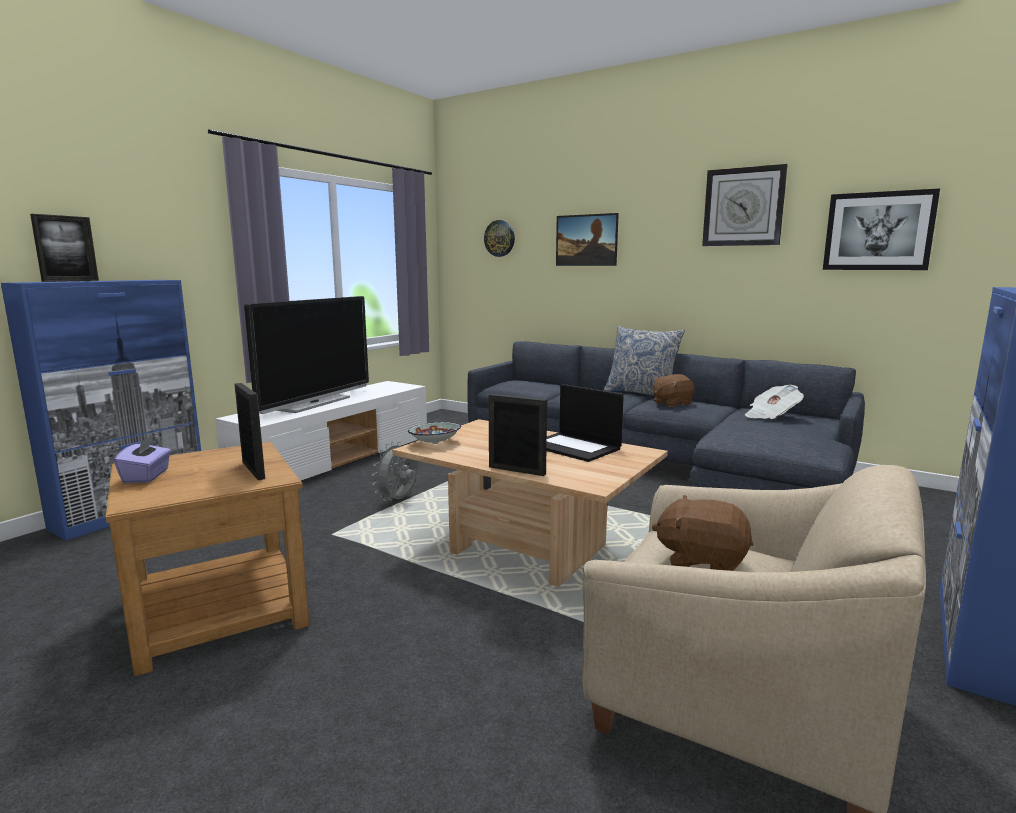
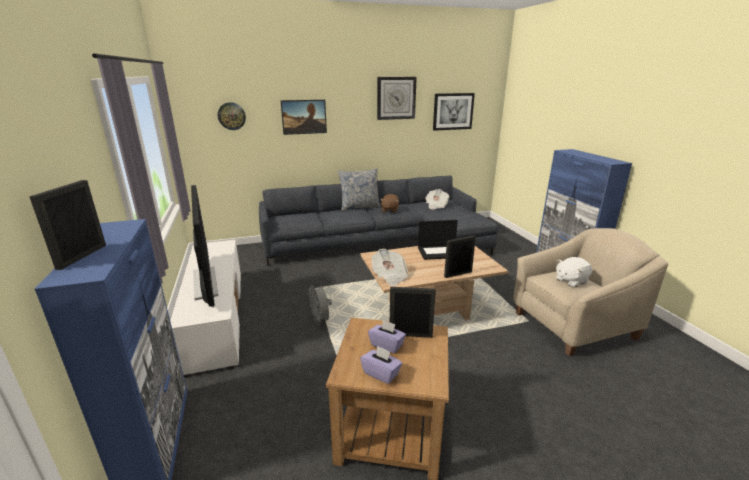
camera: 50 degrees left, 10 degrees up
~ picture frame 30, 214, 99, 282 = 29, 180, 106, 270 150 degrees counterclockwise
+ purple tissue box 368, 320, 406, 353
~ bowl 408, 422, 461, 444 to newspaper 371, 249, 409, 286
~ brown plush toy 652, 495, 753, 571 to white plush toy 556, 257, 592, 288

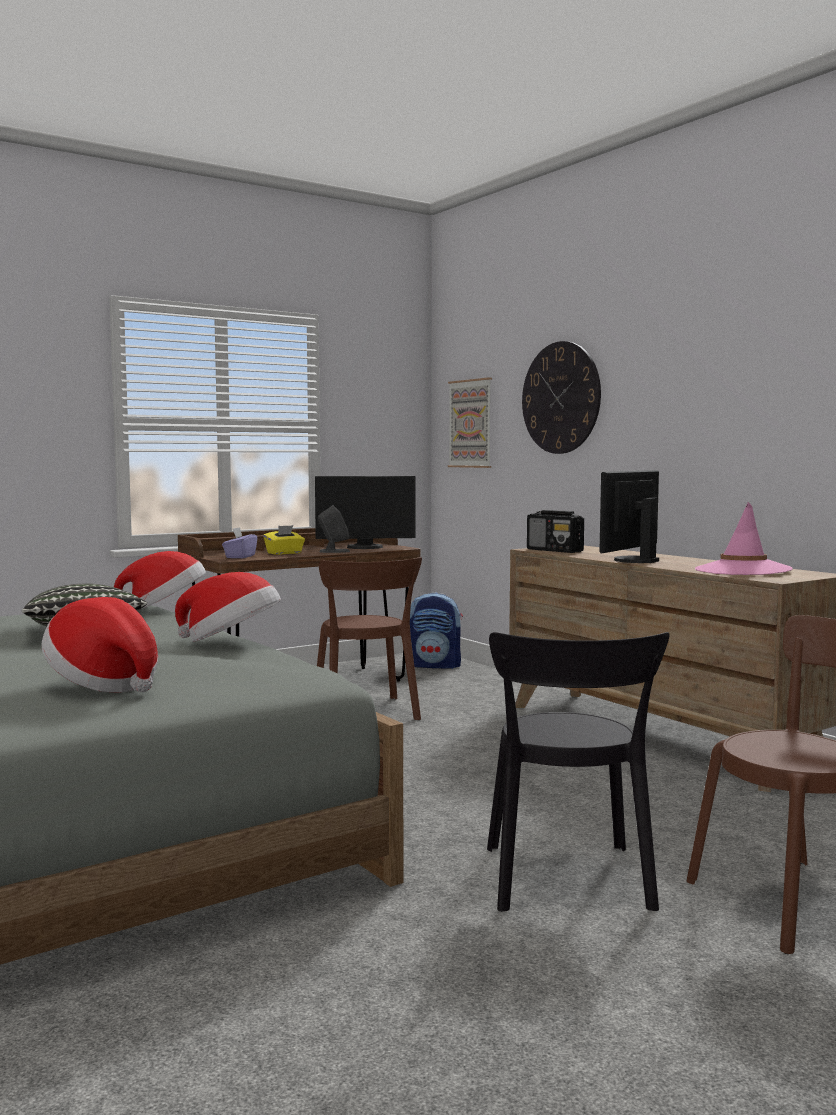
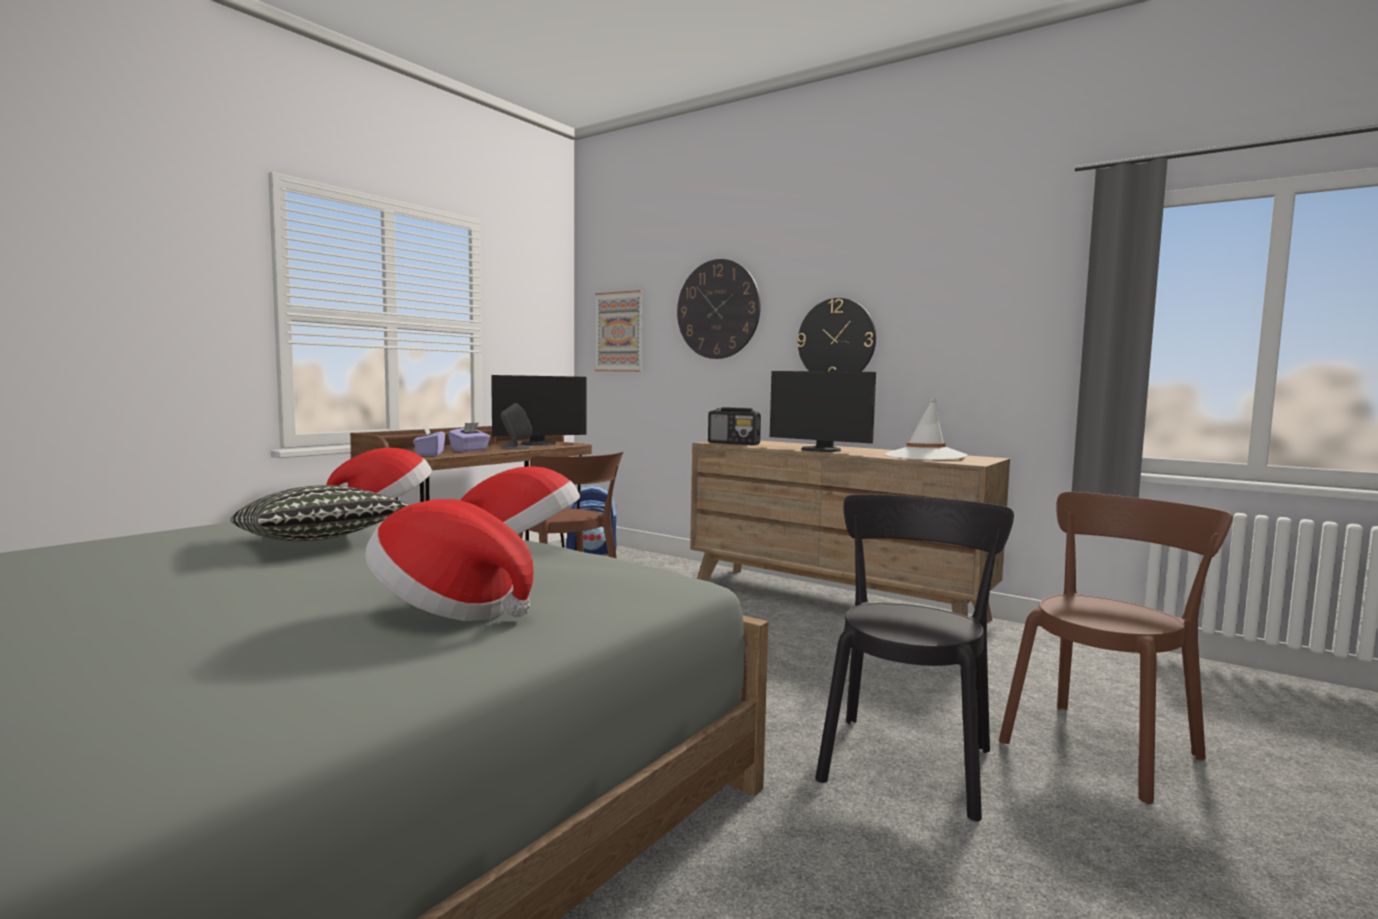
camera: 20 degrees left, 0 degrees up
~ yellow tissue box 263, 525, 305, 555 to purple tissue box 448, 422, 491, 452
~ monitor 599, 470, 659, 563 = 770, 371, 876, 452 75 degrees counterclockwise
+ wall clock 797, 298, 876, 372
~ black chair 487, 632, 669, 912 = 815, 494, 1014, 822 135 degrees counterclockwise
~ pink hat 695, 502, 793, 575 to white hat 885, 398, 967, 460

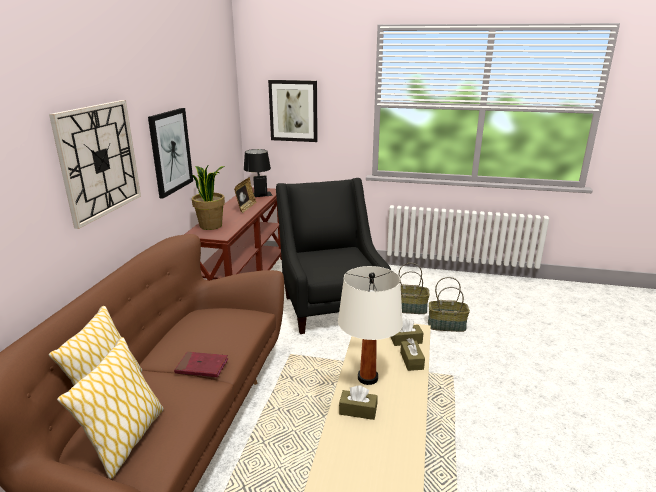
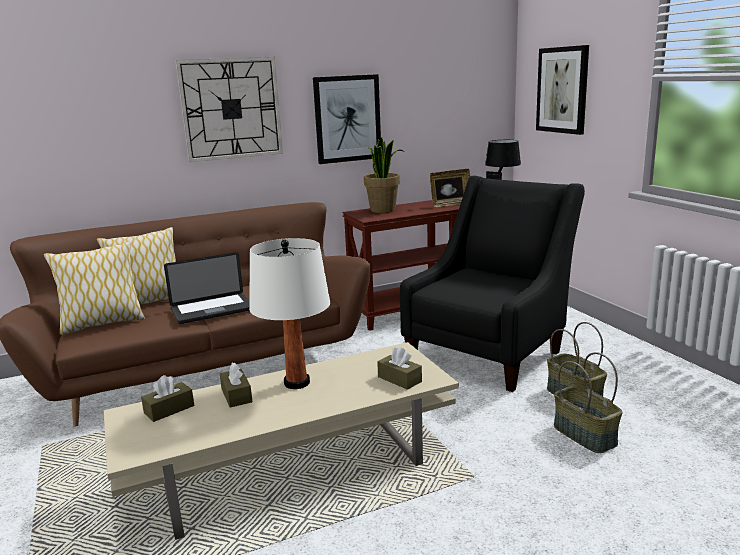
camera: 55 degrees right, 5 degrees down
~ brown tissue box 400, 338, 425, 371 to 141, 375, 194, 422
~ red book 174, 352, 229, 377 to laptop 164, 252, 250, 324

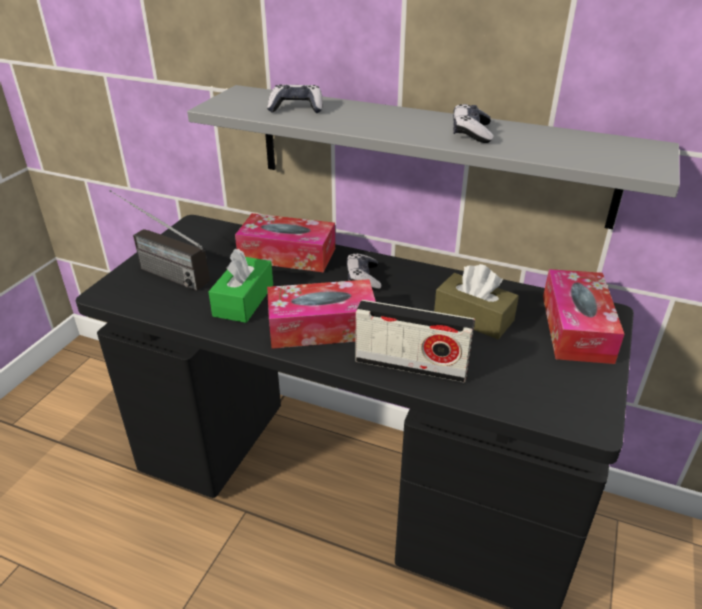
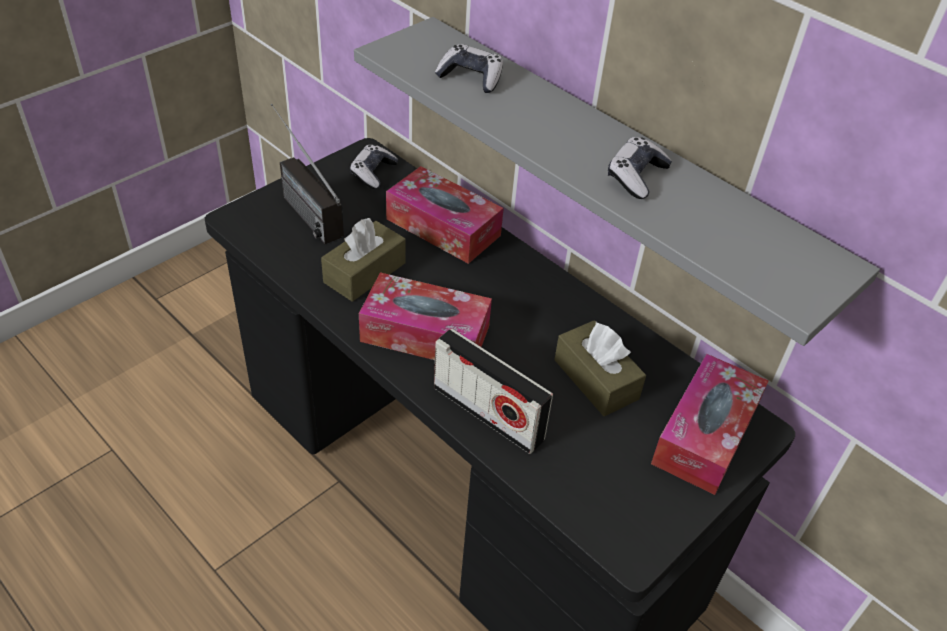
camera: 20 degrees right, 10 degrees up
~ green tissue box 208, 248, 273, 323 to brown tissue box 321, 218, 405, 302
~ game controller 347, 253, 381, 291 to 350, 144, 398, 189

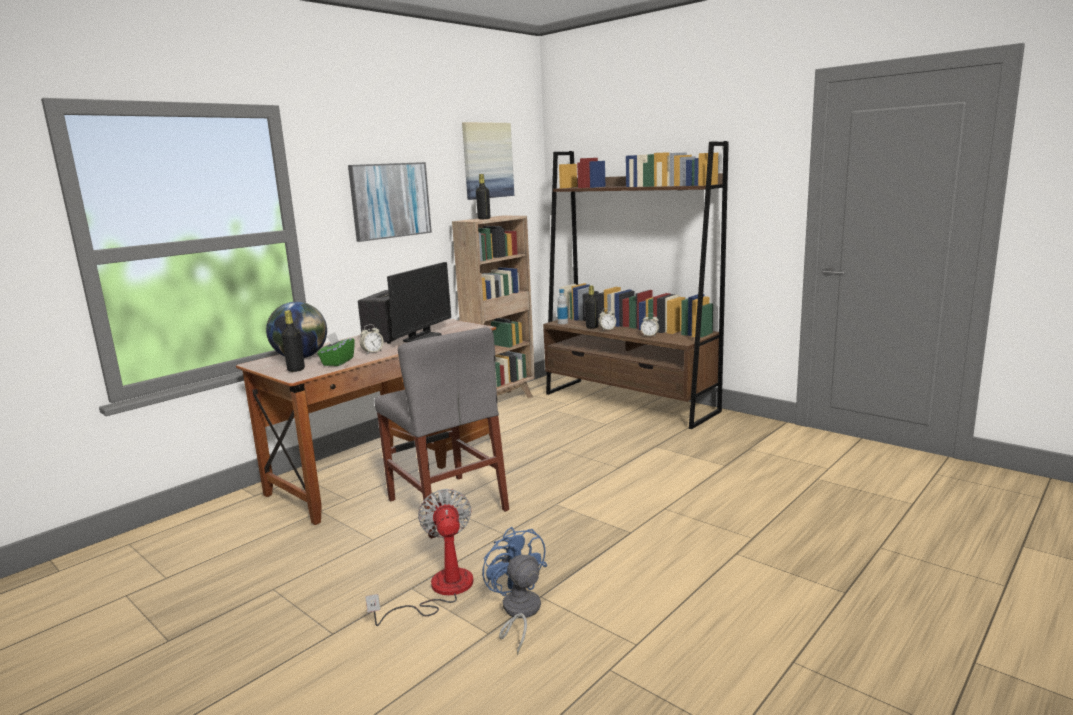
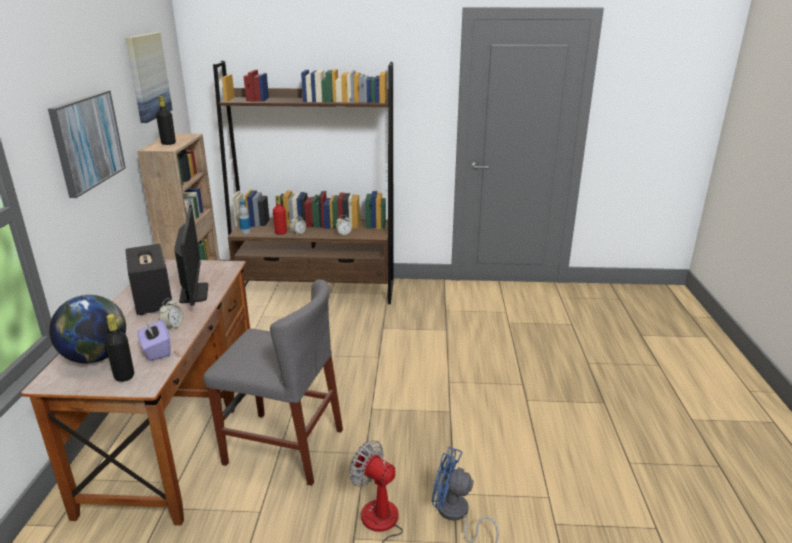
camera: 40 degrees left, 10 degrees up
~ green tissue box 317, 332, 355, 366 to purple tissue box 137, 320, 171, 361
~ black bottle 585, 285, 598, 329 to red bottle 273, 195, 287, 235

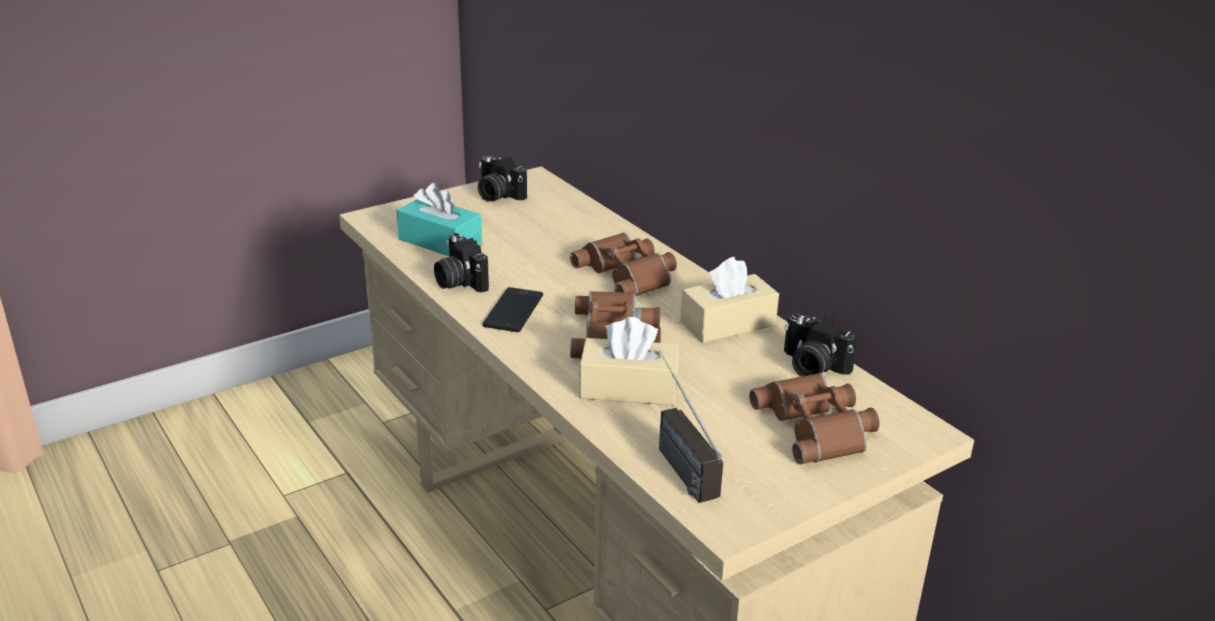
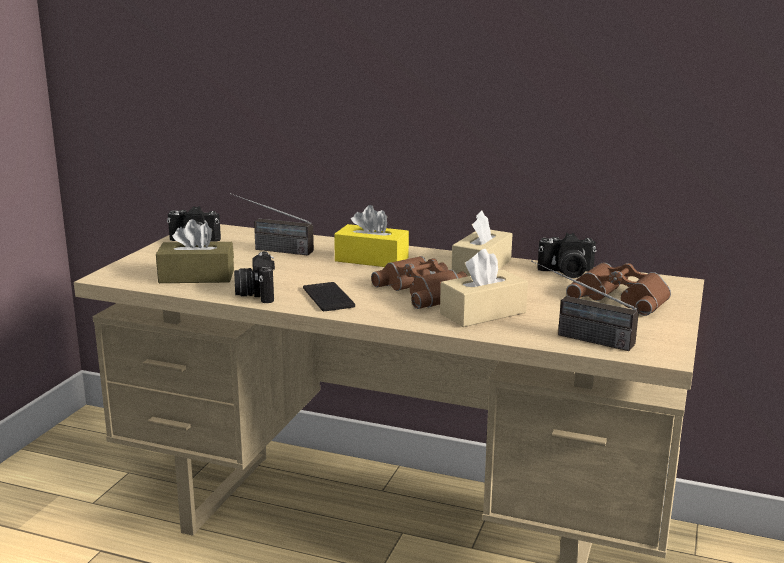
camera: 35 degrees left, 10 degrees down
~ turquoise tissue box 397, 183, 482, 257 to brown tissue box 156, 219, 234, 283
+ radio 230, 193, 314, 255
~ photo camera 434, 233, 489, 292 = 234, 251, 275, 303 60 degrees clockwise
~ brown binoculars 570, 232, 677, 296 to yellow tissue box 334, 205, 409, 267

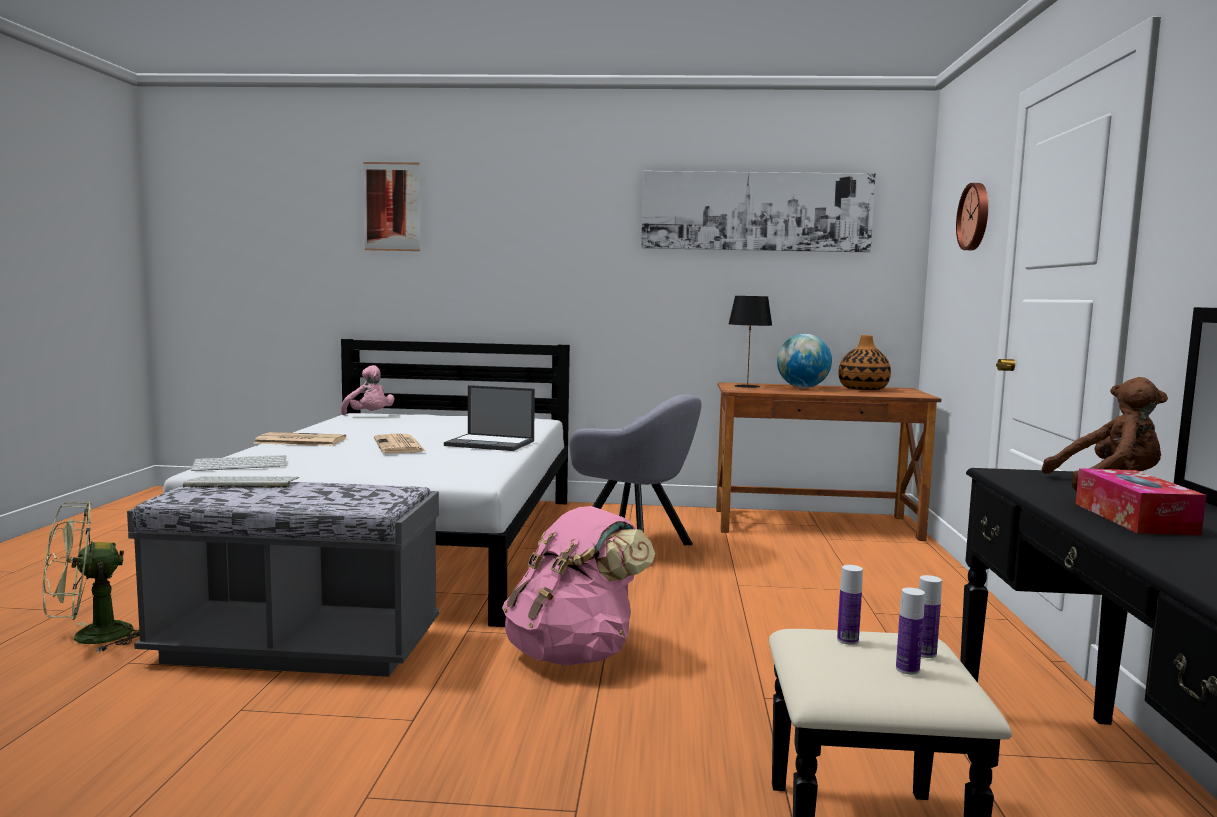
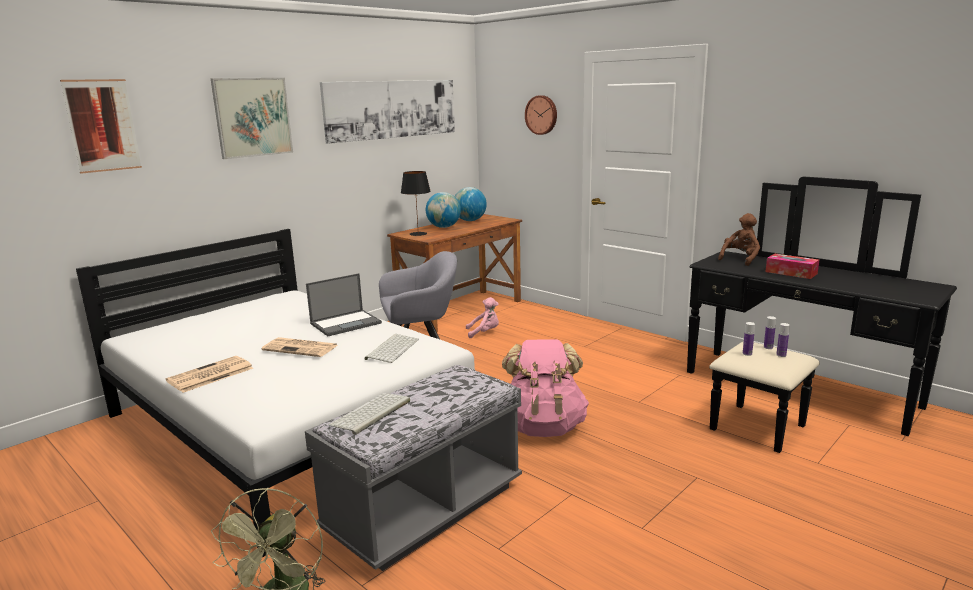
camera: 50 degrees left, 10 degrees up
+ picture 211, 78, 293, 159
~ keyboard 191, 455, 286, 471 to 365, 334, 419, 363
~ vase 839, 335, 891, 390 to globe 455, 187, 487, 221
~ pink plush toy 341, 365, 394, 415 to 466, 297, 499, 338

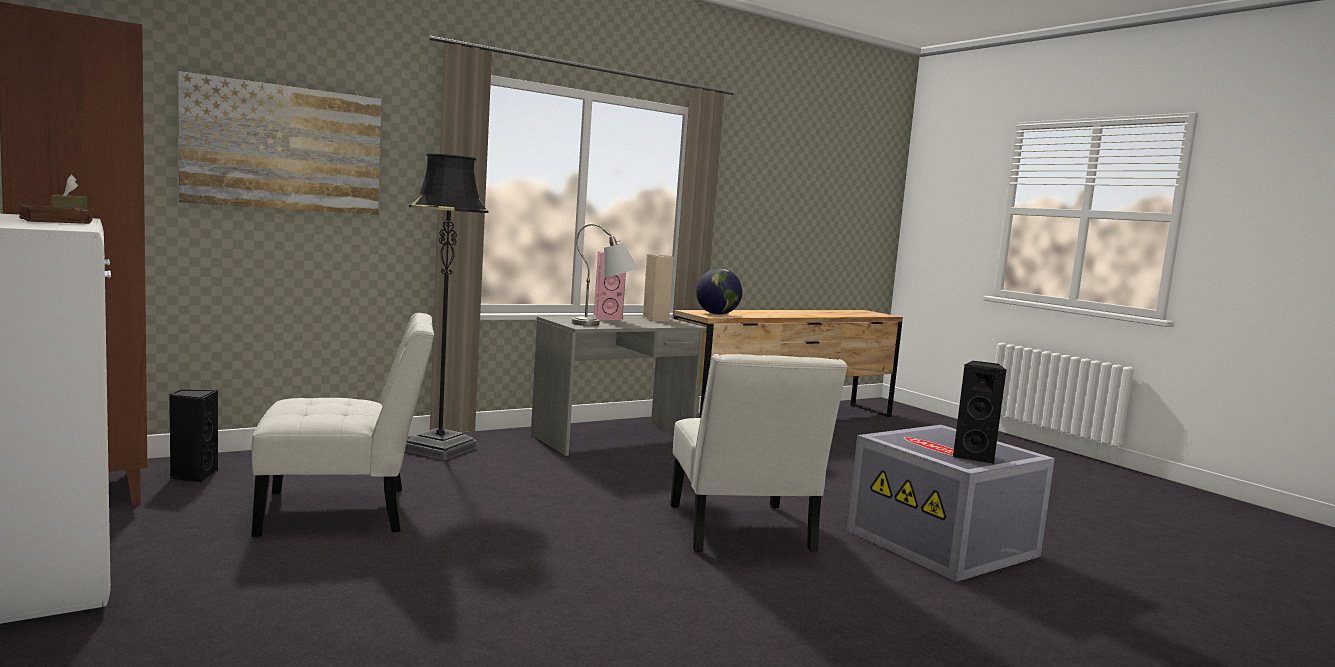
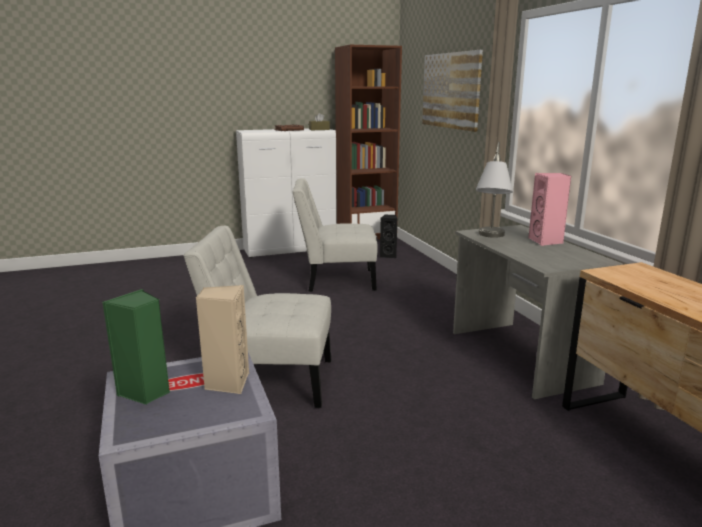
camera: 105 degrees right, 10 degrees up
~ black speaker 952, 361, 1007, 464 to green speaker 102, 289, 170, 405
~ beige speaker 642, 254, 674, 322 to 196, 285, 249, 394
~ white chair 251, 313, 434, 537 = 292, 178, 378, 292 90 degrees clockwise
- black floor lamp 405, 154, 488, 460
- globe 696, 268, 743, 315

